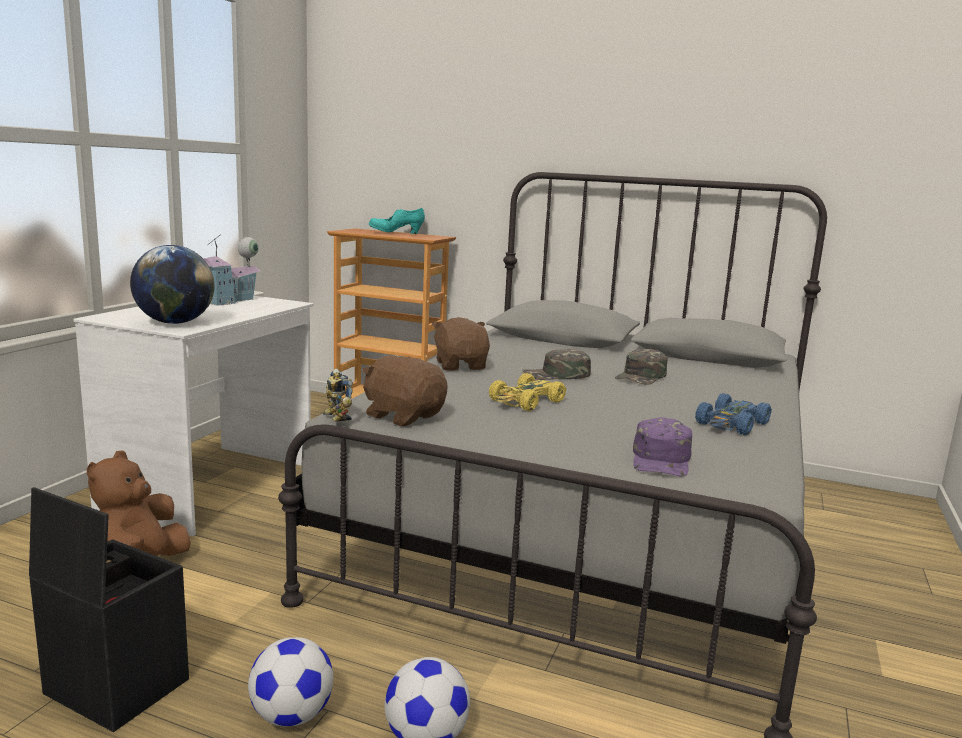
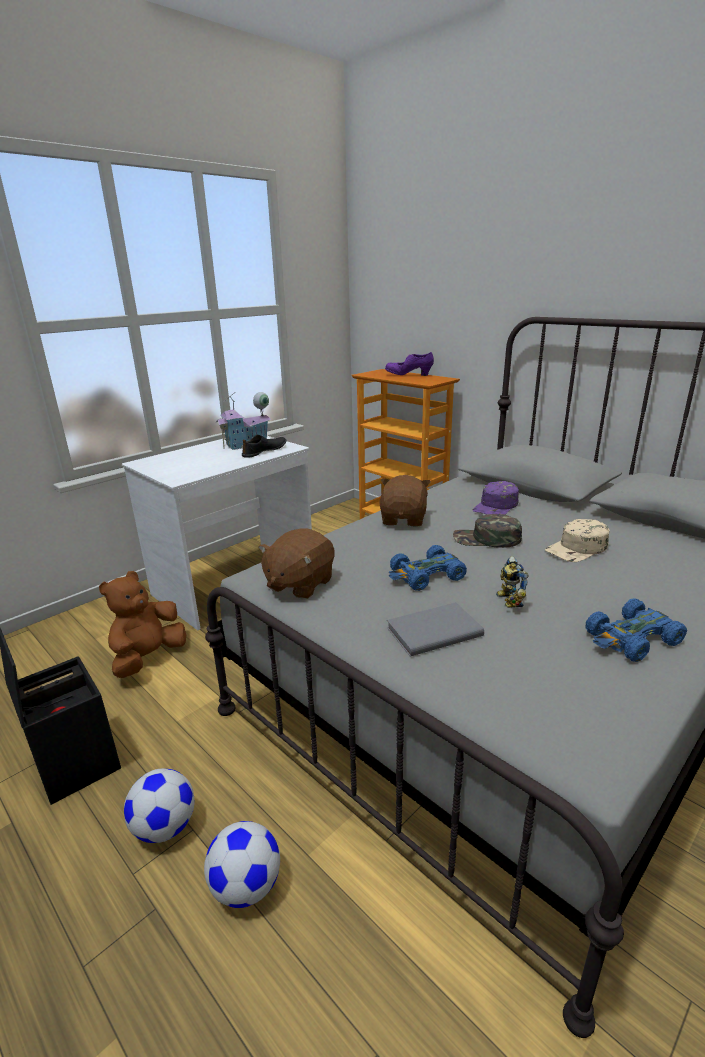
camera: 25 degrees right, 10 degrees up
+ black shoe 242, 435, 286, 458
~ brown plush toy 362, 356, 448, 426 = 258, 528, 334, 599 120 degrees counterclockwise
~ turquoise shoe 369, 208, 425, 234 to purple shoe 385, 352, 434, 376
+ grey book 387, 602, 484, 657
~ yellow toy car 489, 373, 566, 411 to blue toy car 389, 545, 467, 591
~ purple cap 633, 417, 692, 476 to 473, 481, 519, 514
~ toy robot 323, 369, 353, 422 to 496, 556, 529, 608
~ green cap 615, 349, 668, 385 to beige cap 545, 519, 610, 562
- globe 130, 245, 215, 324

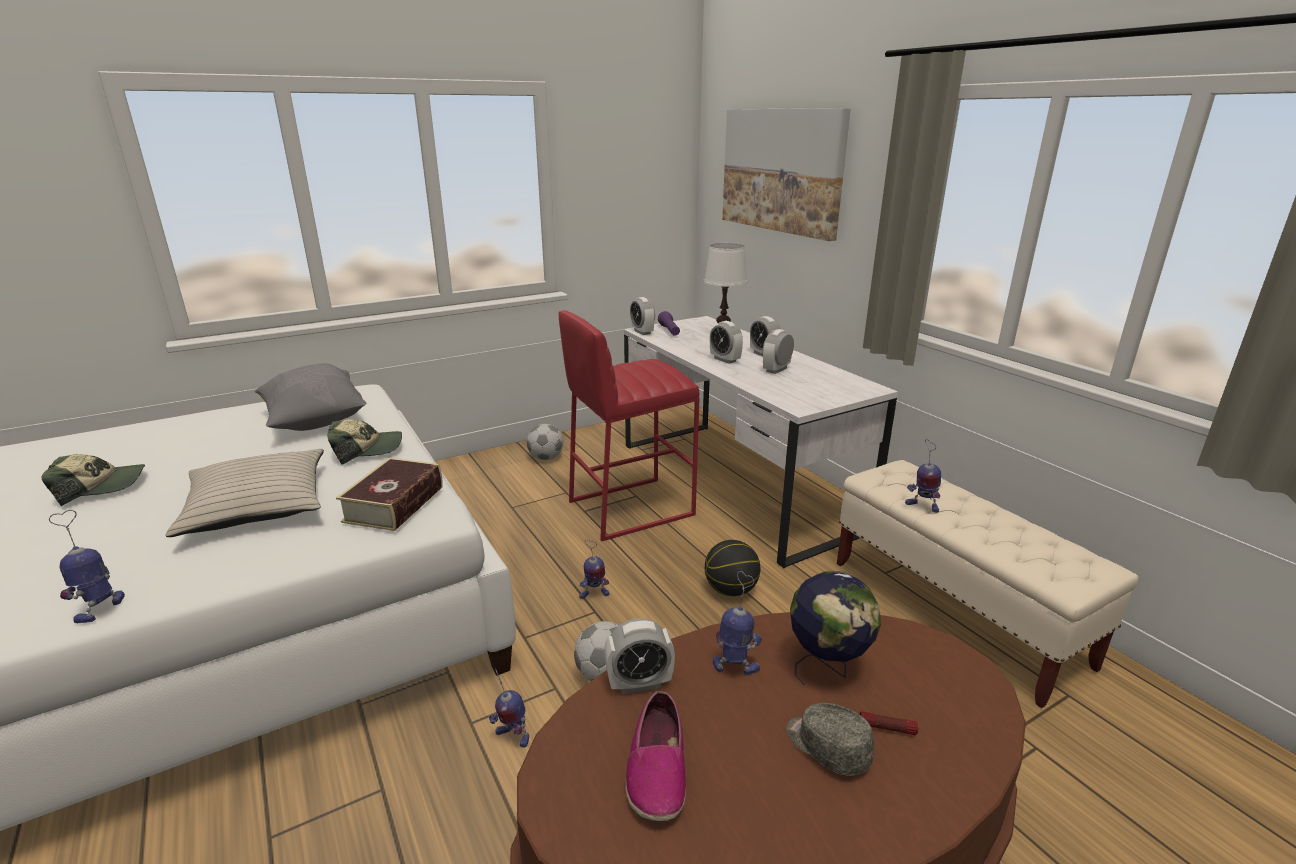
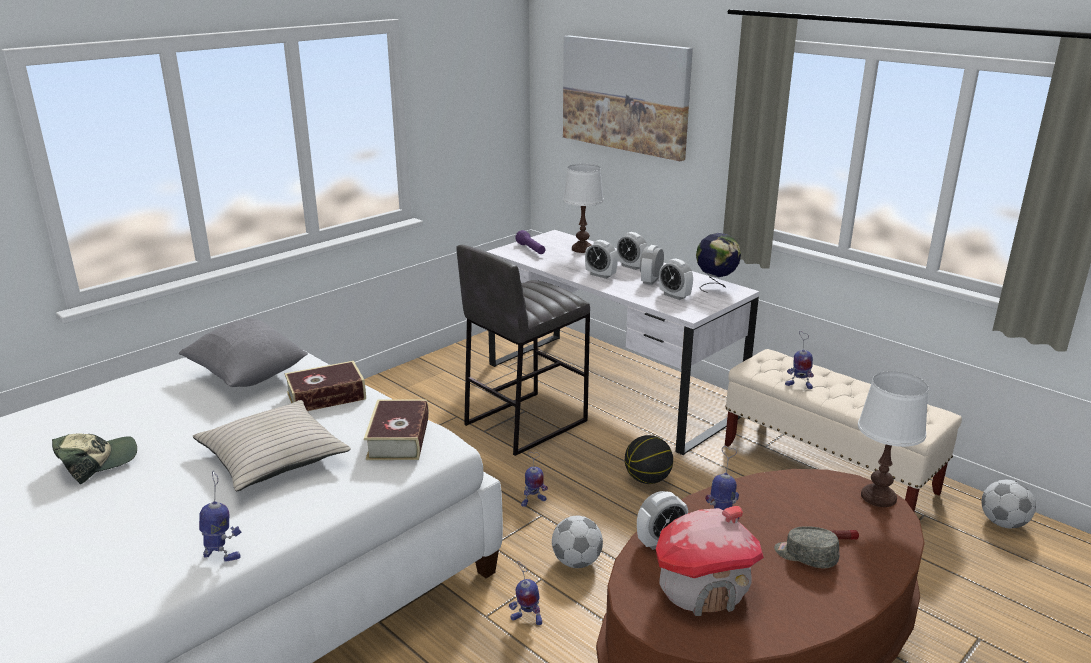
camera: 15 degrees left, 0 degrees up
~ toy robot 49, 510, 125, 623 = 199, 471, 241, 562 105 degrees clockwise
~ cap 327, 419, 402, 465 to book 285, 361, 366, 411
~ red stool 559, 310, 699, 541 to grey stool 456, 245, 590, 456
~ shoe 626, 691, 686, 821 to toy house 656, 506, 764, 616
~ alarm clock 630, 297, 655, 335 to 659, 259, 693, 300
~ globe 790, 571, 881, 685 to 696, 233, 741, 293
+ white table lamp 858, 371, 929, 507
~ football 527, 424, 564, 460 to 982, 480, 1036, 528

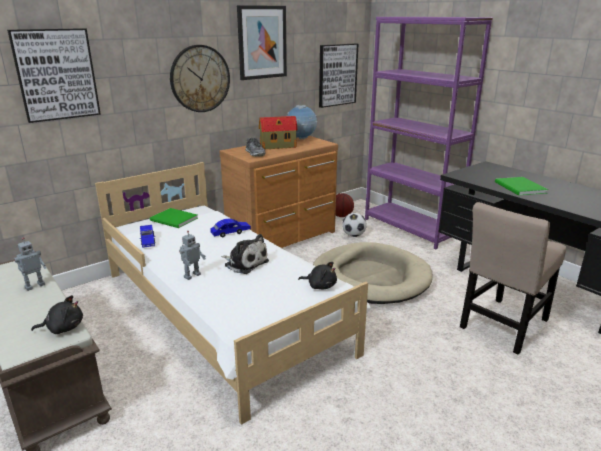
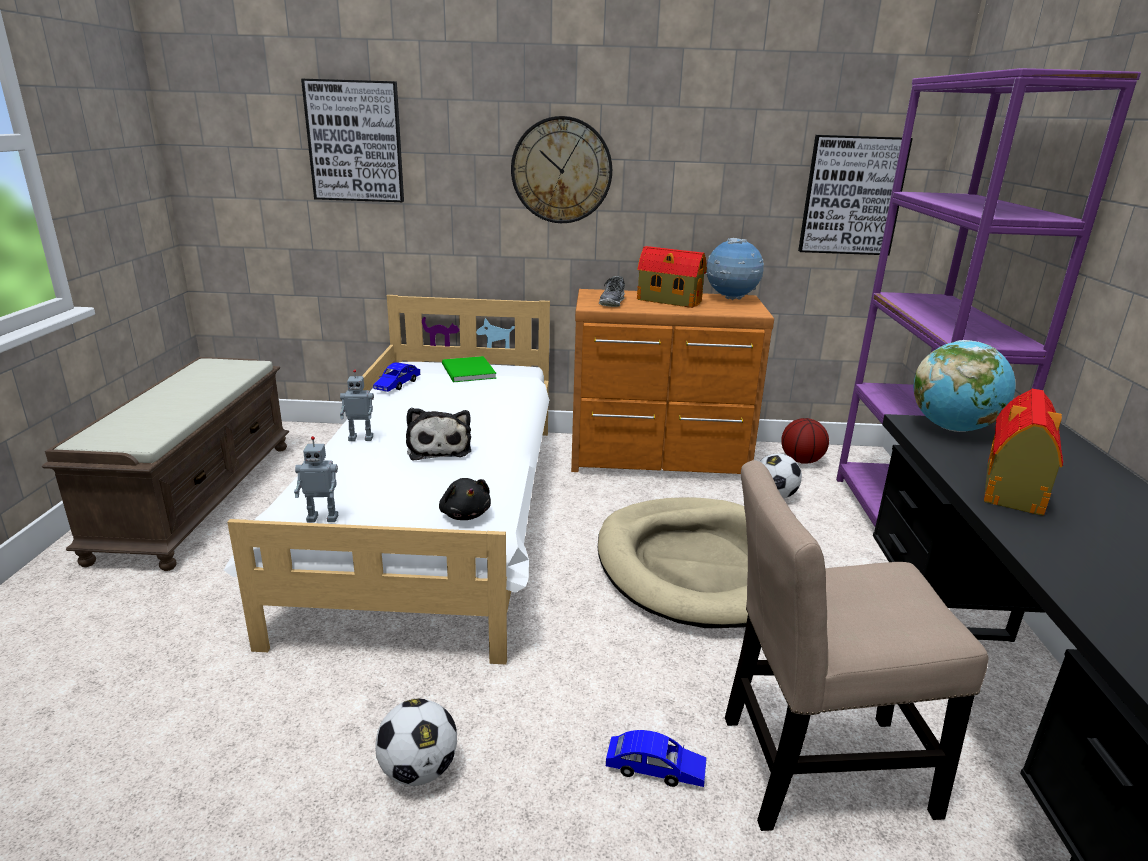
camera: 40 degrees right, 0 degrees up
~ toy robot 14, 237, 46, 291 to 294, 436, 338, 523
+ football 375, 698, 457, 786
~ blue toy car 210, 219, 251, 237 to 606, 730, 707, 787
+ globe 914, 340, 1016, 432
~ green book 495, 177, 548, 196 to toy house 984, 388, 1063, 515
- black plush toy 31, 295, 83, 334
- picture 237, 5, 287, 80

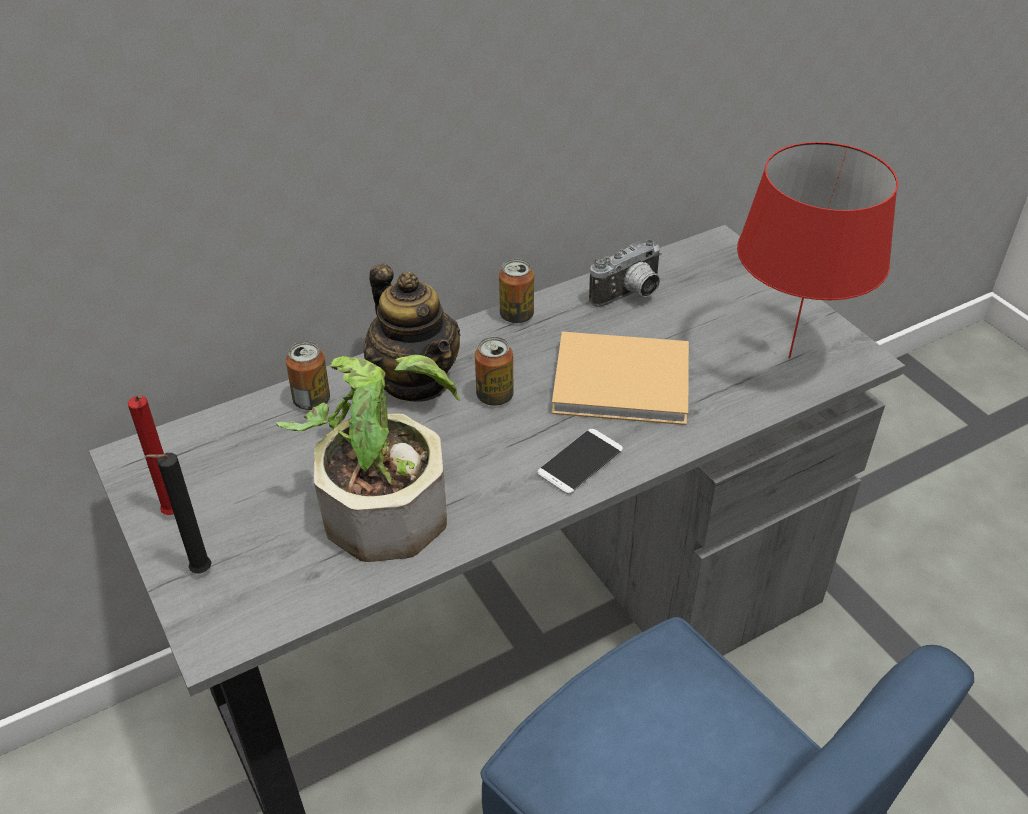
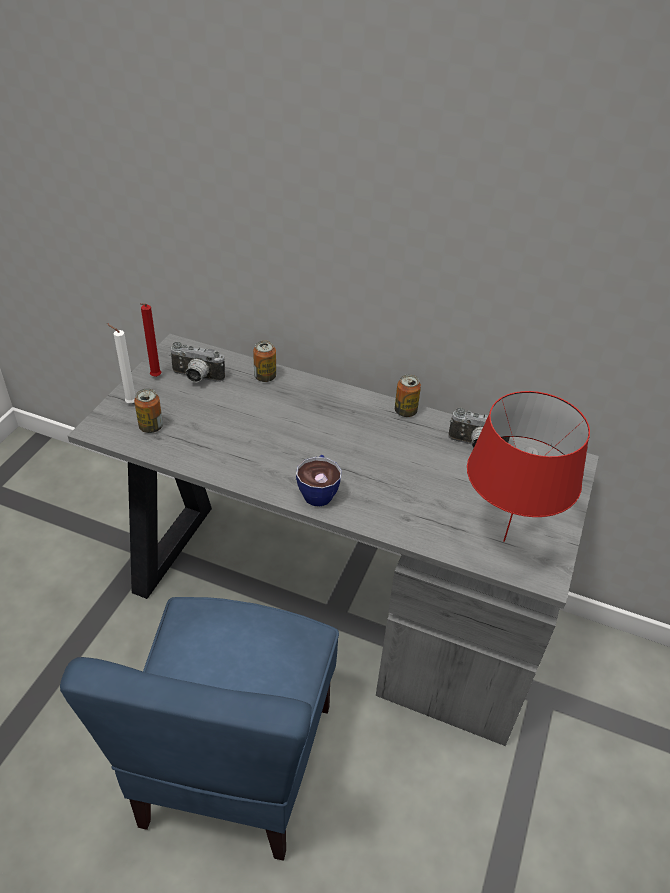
camera: 50 degrees right, 0 degrees up
~ black candle 145, 453, 212, 573 to white candle 106, 323, 136, 404
~ can 475, 337, 514, 406 to 134, 389, 163, 433
+ photo camera 169, 342, 225, 382
~ phone 538, 429, 623, 494 to cup 296, 455, 342, 506
- potted plant 276, 355, 460, 562
- teapot 364, 264, 460, 401
- beige book 552, 332, 689, 425

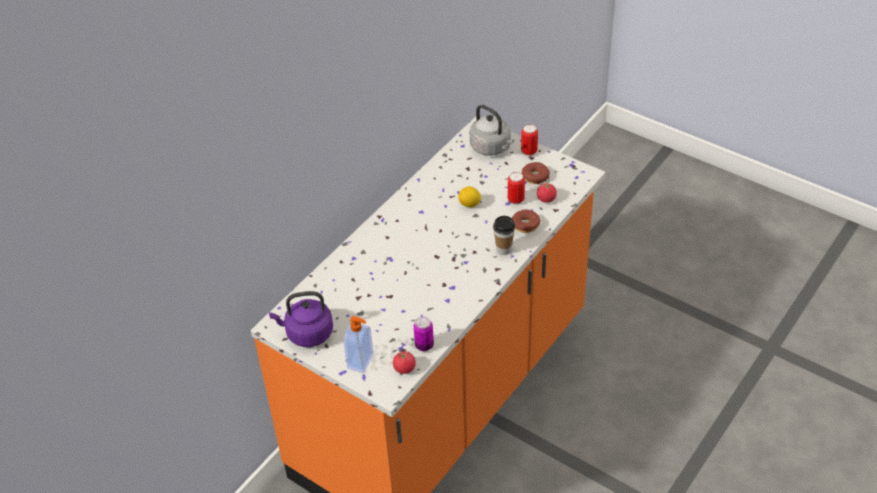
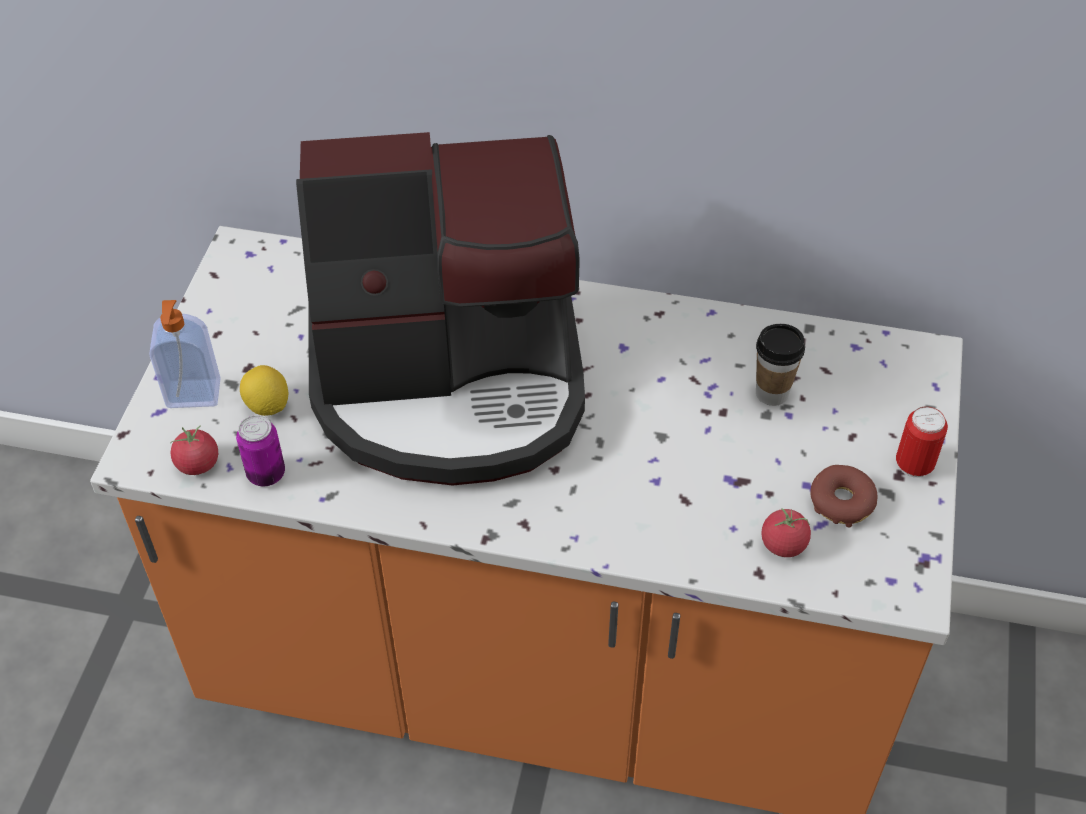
camera: 65 degrees right, 5 degrees up
~ lemon 458, 186, 481, 207 to 240, 365, 288, 416
+ coffee machine 296, 132, 585, 486
~ cup 493, 216, 515, 255 to 756, 324, 805, 406
- purple kettle 269, 291, 333, 347
- grey kettle 470, 105, 514, 156
- can 508, 172, 525, 205
- donut 512, 209, 541, 233

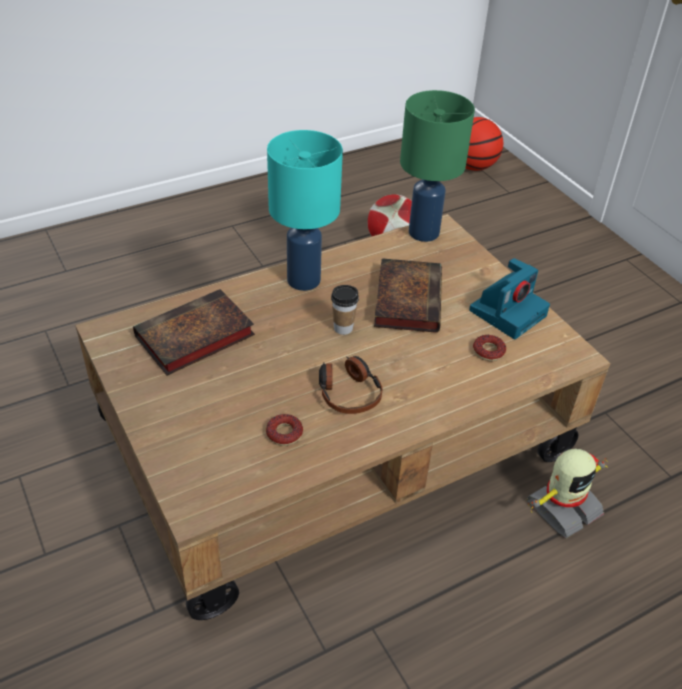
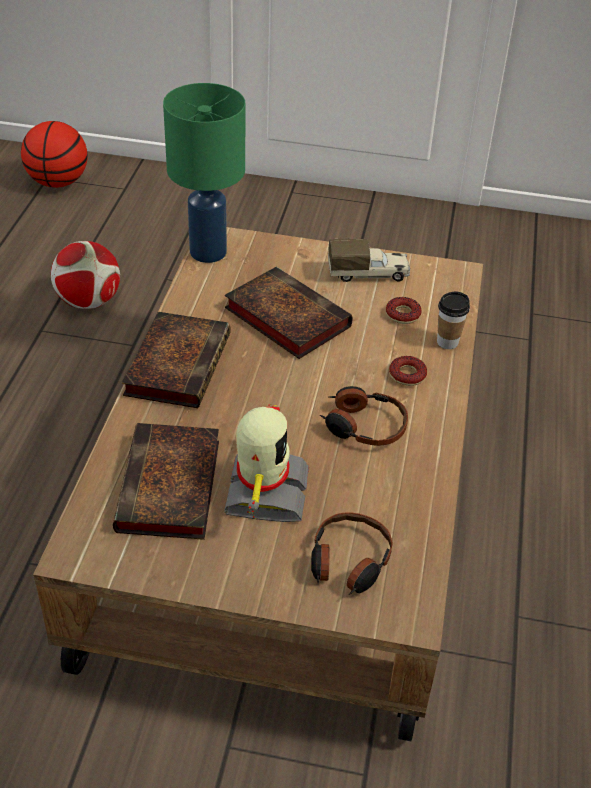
camera: 50 degrees left, 0 degrees up
~ turquoise table lamp 267, 130, 343, 291 to book 121, 312, 231, 408
~ toy robot 527, 449, 607, 538 to 224, 404, 309, 522
+ headphones 311, 512, 393, 595
~ photo camera 469, 258, 550, 339 to toy truck 328, 239, 410, 282
~ donut 266, 414, 303, 446 to 389, 356, 427, 386
~ cup 331, 285, 359, 335 to 437, 292, 470, 349

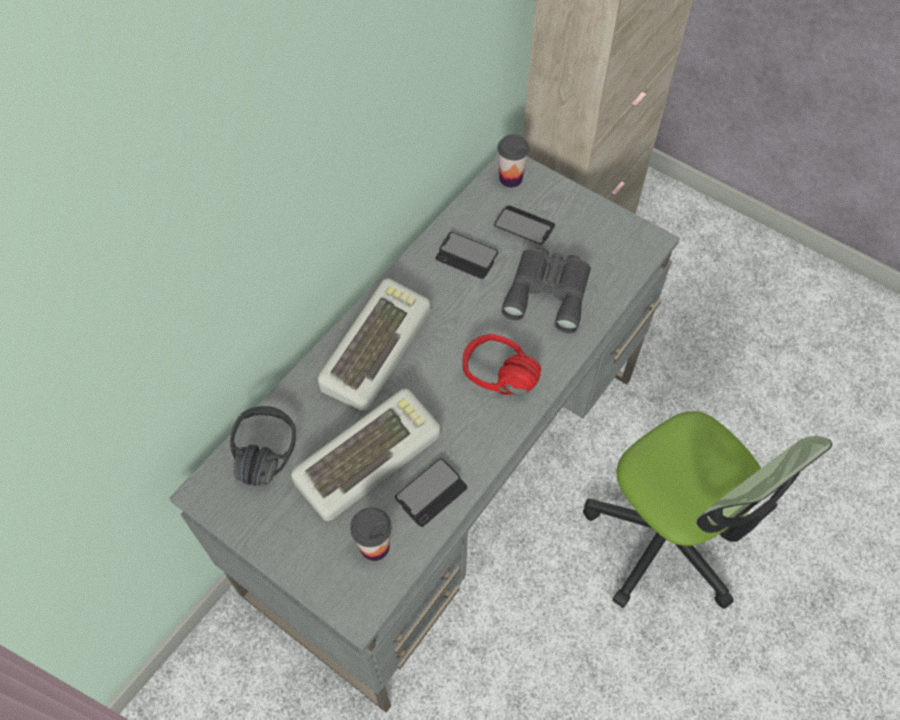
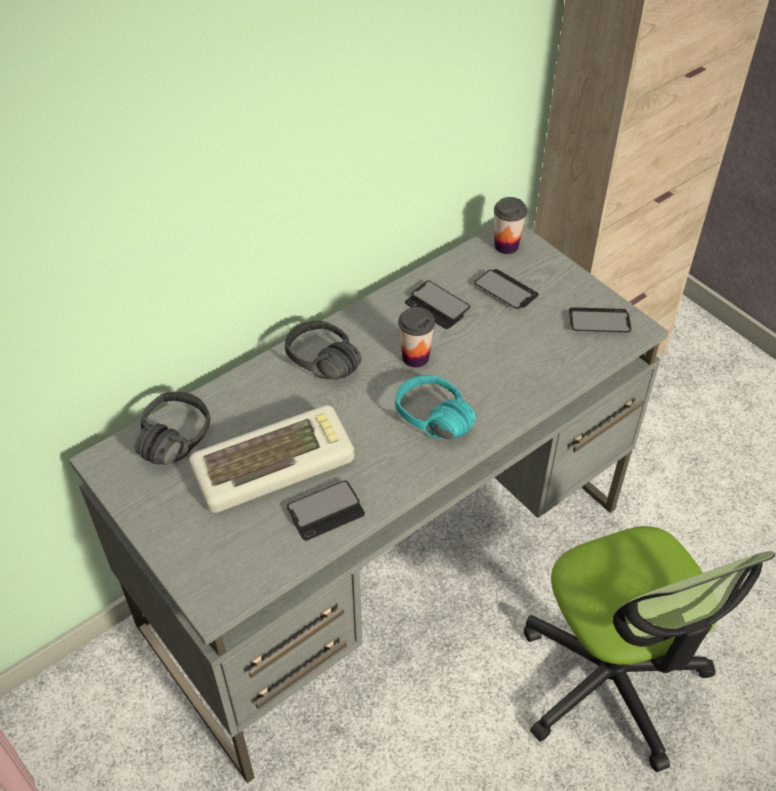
camera: 15 degrees right, 10 degrees down
~ keyboard 318, 278, 431, 411 to black headphones 285, 321, 362, 379
~ red headphones 462, 334, 541, 395 to turquoise headphones 395, 375, 476, 439
~ cup 350, 507, 391, 561 to 398, 307, 435, 368
+ phone 569, 307, 631, 332
- grey binoculars 501, 247, 591, 333

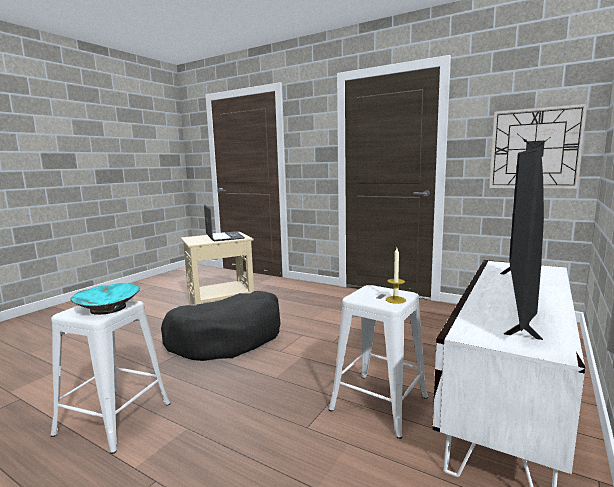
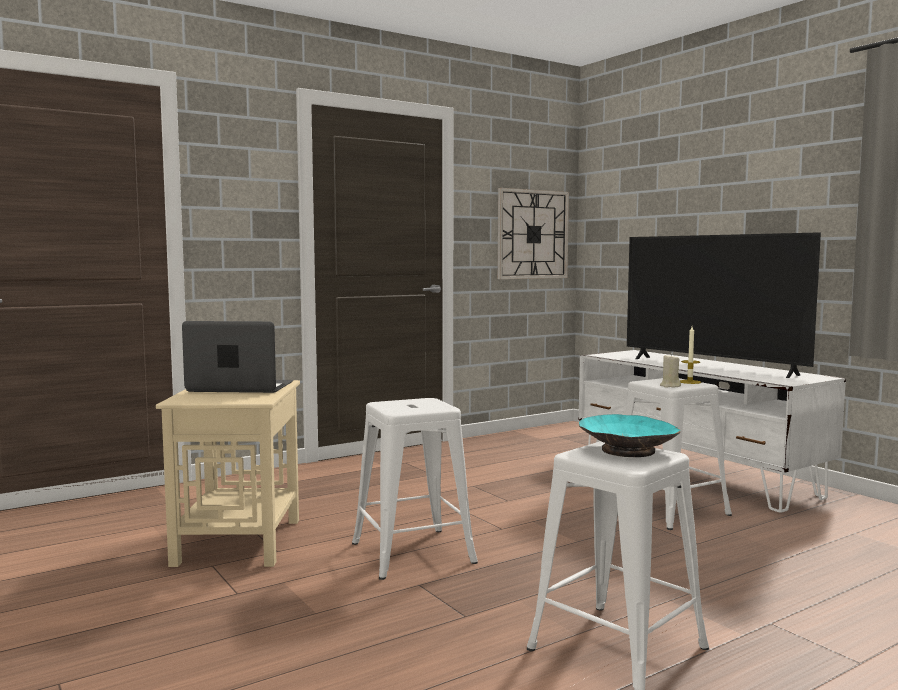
camera: 65 degrees left, 5 degrees down
~ black dog bed 161, 291, 281, 361 to white stool 352, 398, 478, 580
+ beige candle 660, 354, 681, 388

